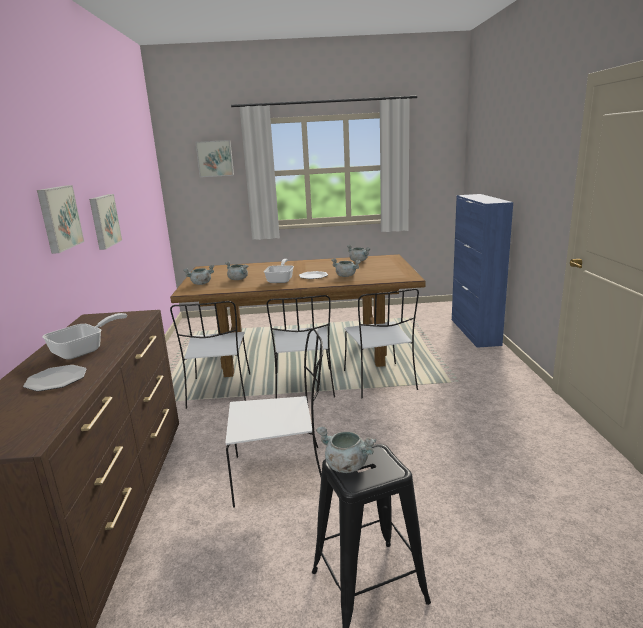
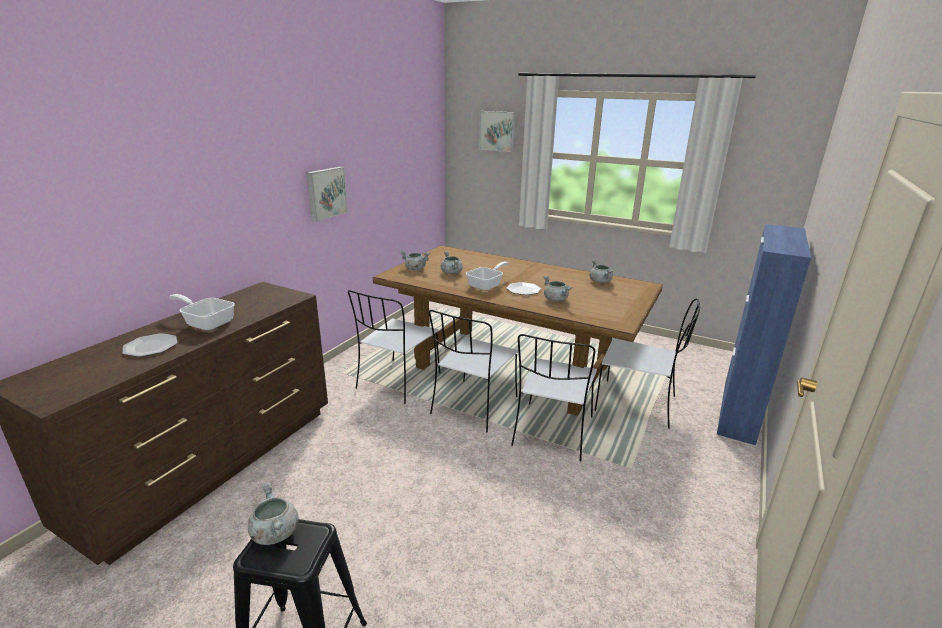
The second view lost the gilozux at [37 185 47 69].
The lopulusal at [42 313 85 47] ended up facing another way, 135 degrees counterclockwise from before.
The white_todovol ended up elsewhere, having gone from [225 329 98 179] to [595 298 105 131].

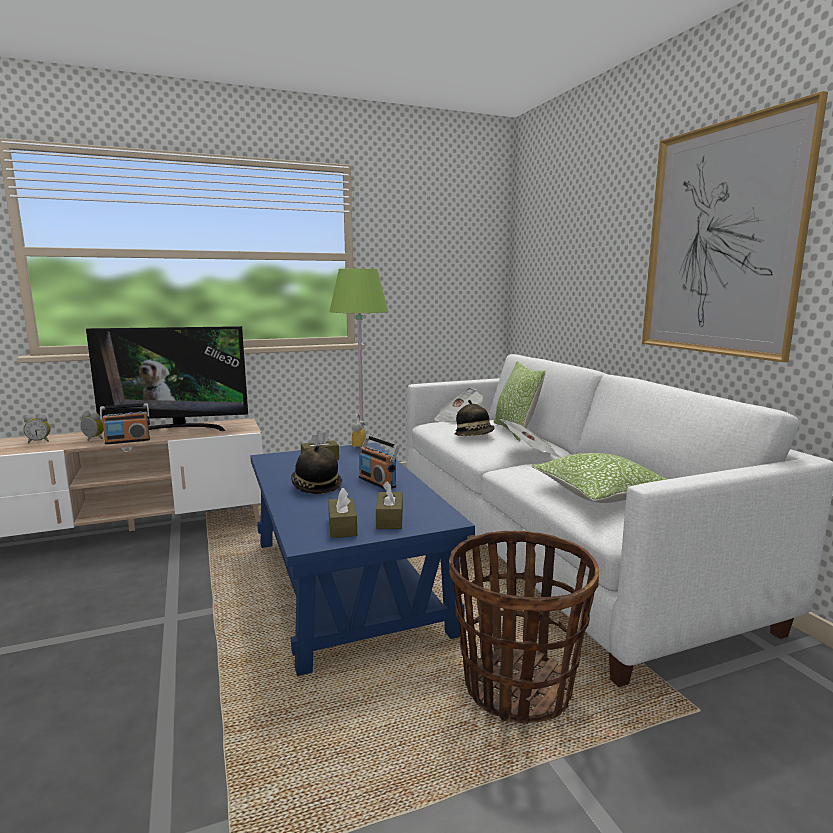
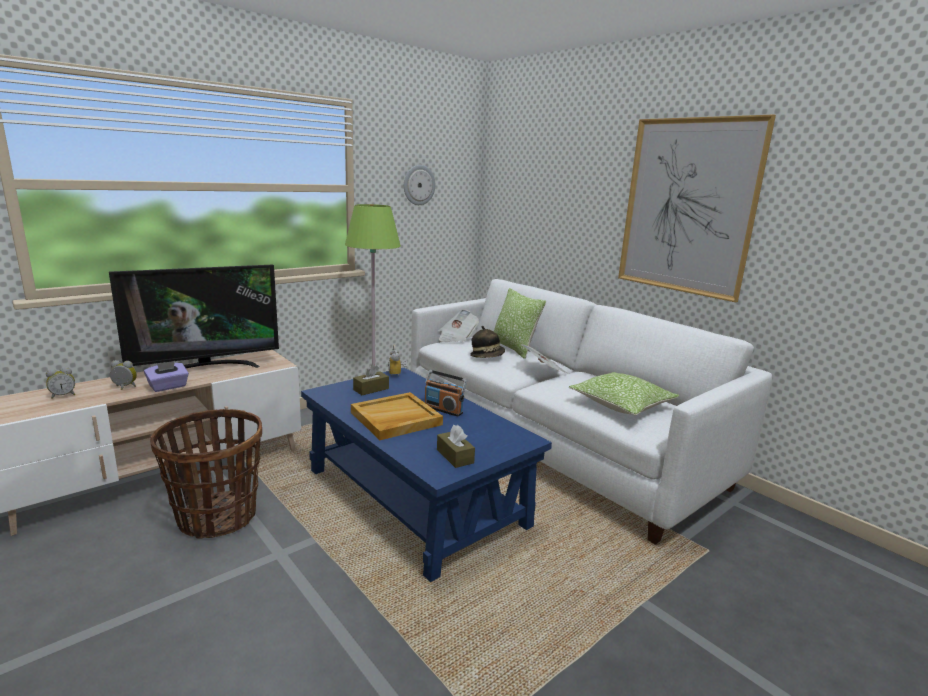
Where the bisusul stood at [100 403 50 42], the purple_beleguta came to stand at [144 361 45 31].
Where the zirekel stood at [291 445 51 49], the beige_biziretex came to stand at [351 392 92 48].
The second view lost the brown_beleguta at [376 481 27 48].
The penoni ended up elsewhere, having gone from [449 531 150 193] to [150 409 112 129].
The second view gained the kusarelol at [404 165 31 40].

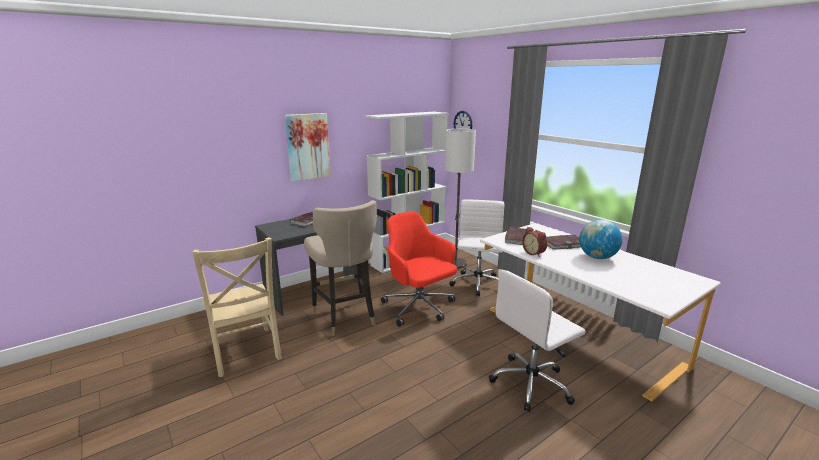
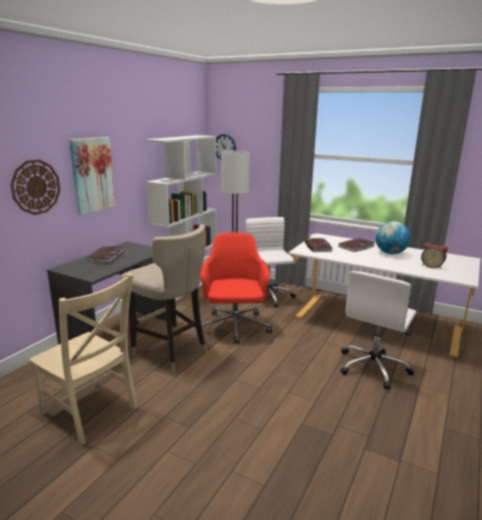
The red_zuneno at [381 212 76 115] ended up facing another way, 60 degrees clockwise from before.
The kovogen ended up elsewhere, having gone from [522 227 25 30] to [421 243 27 26].
The second view gained the kusarelol at [10 160 50 55].

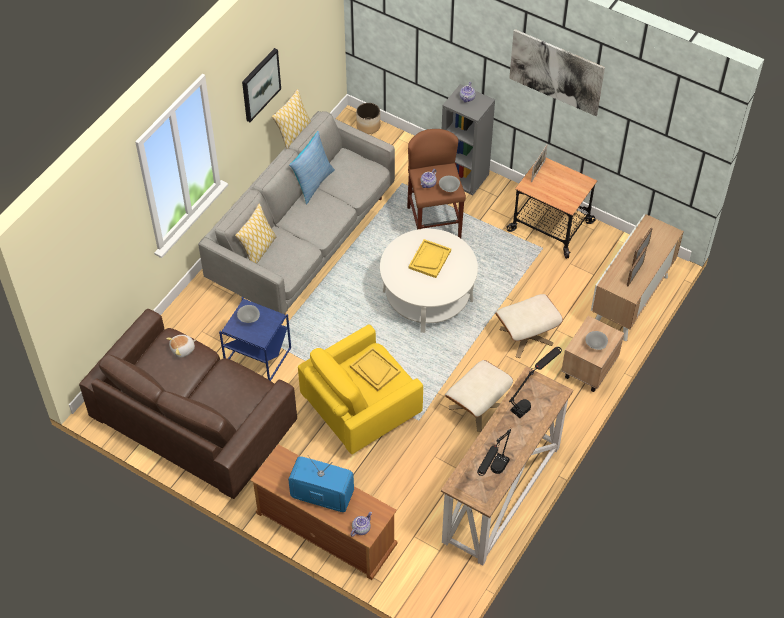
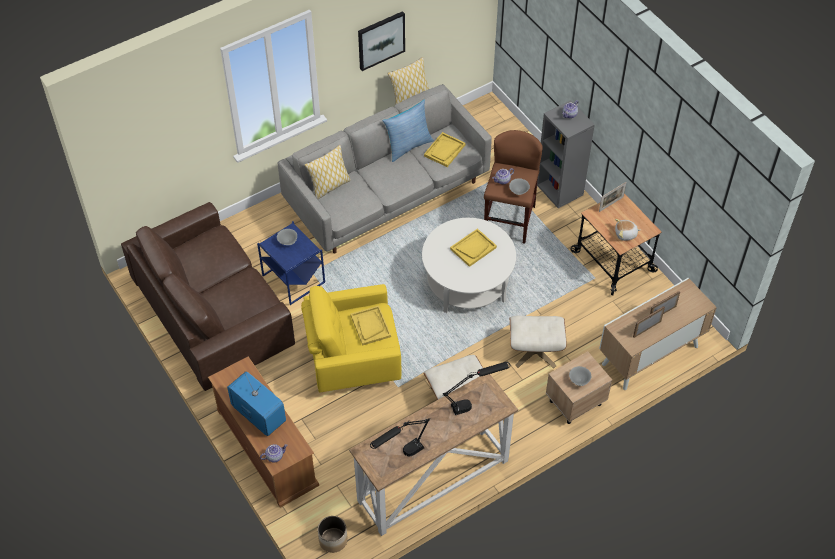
The second view lost the gilozux at [509 29 96 87].
The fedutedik ended up elsewhere, having gone from [356 103 24 31] to [318 516 30 37].
The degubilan ended up elsewhere, having gone from [166 335 30 23] to [615 219 25 22].
The second view gained the yellow_biziretex at [424 132 42 35].

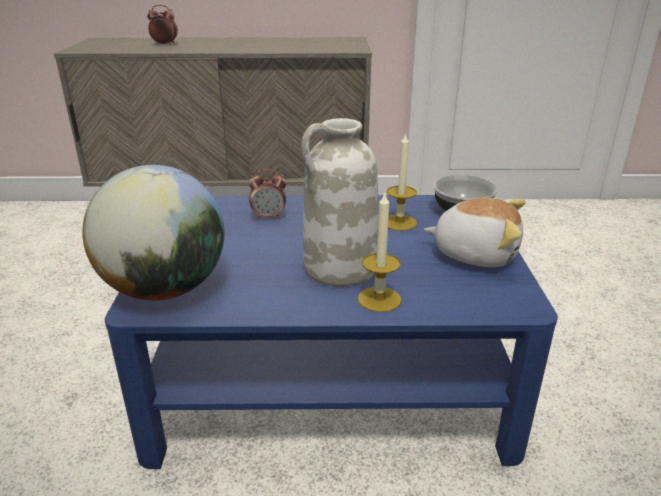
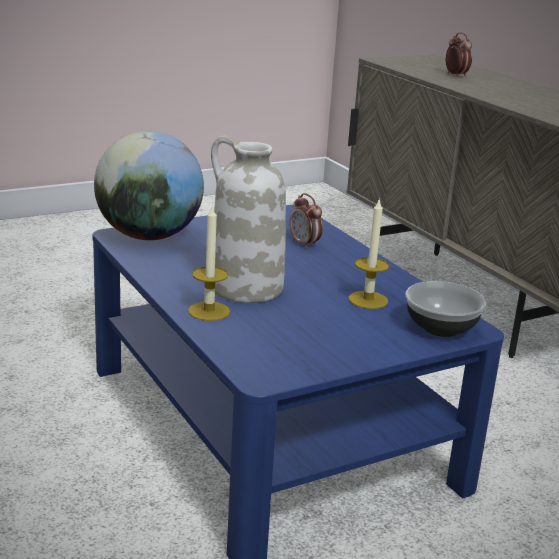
The second view lost the degubilan at [424 198 102 69].

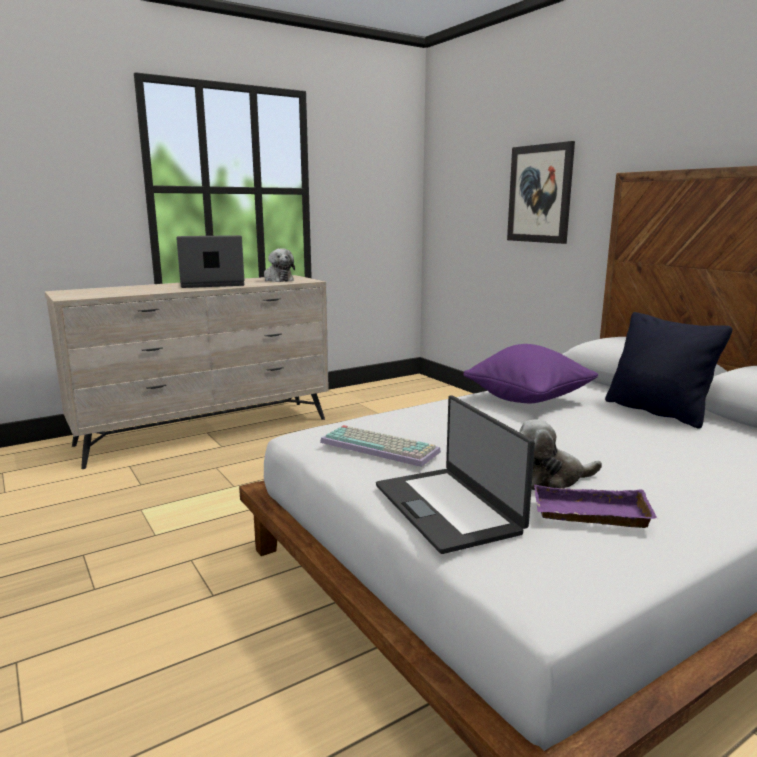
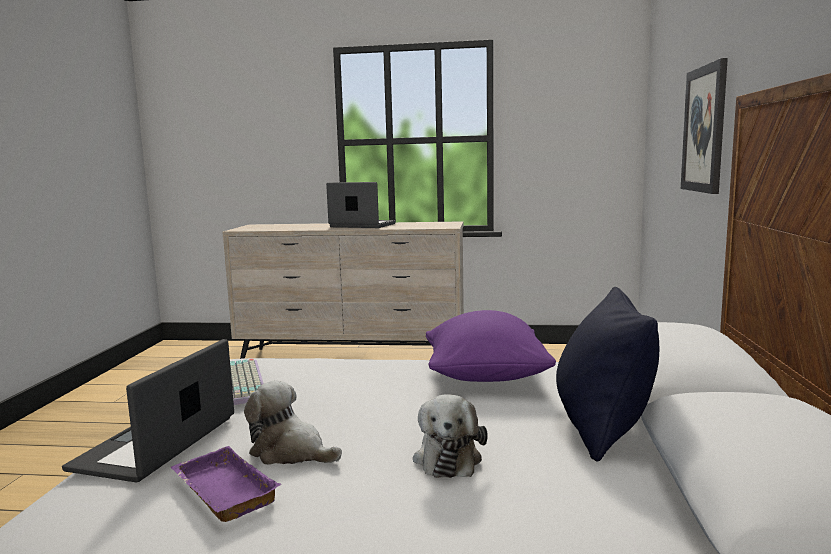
The degubilan ended up elsewhere, having gone from [264 248 31 34] to [413 394 75 84].

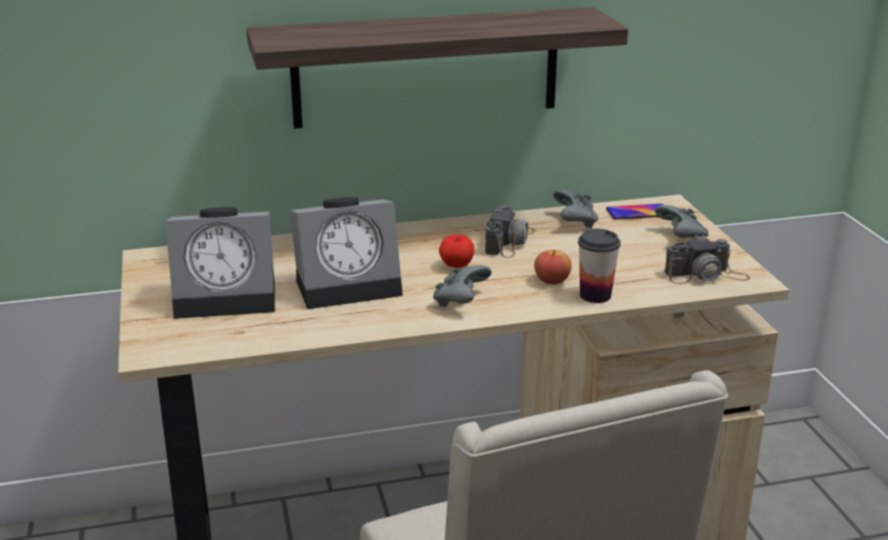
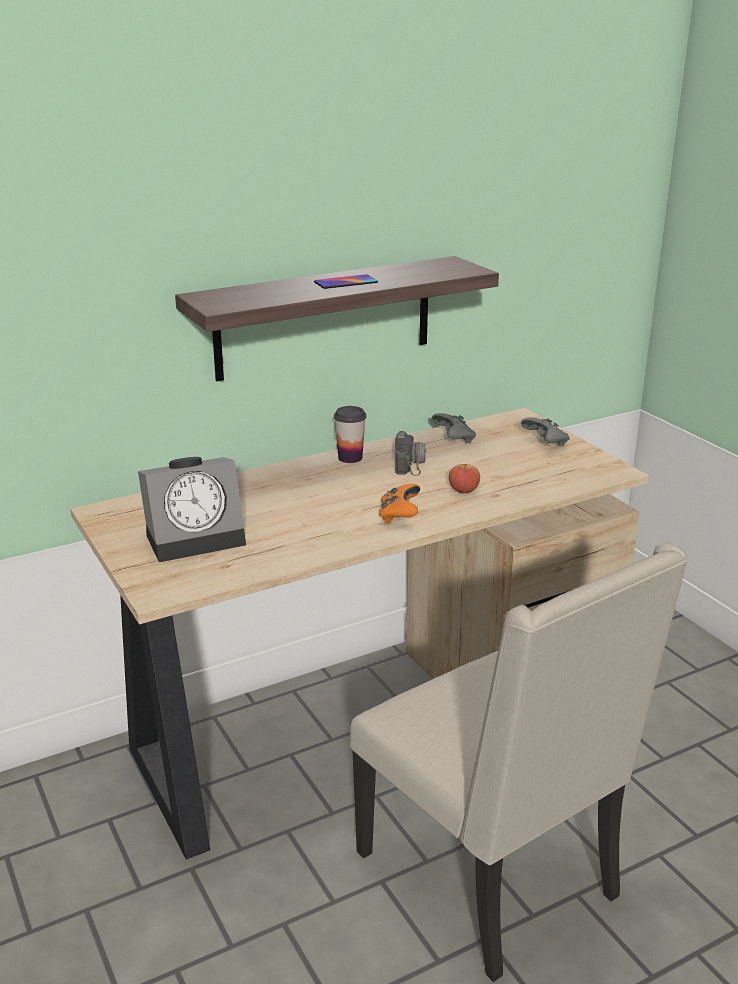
The second view lost the kovogen at [290 197 113 112].
The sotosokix ended up elsewhere, having gone from [606 204 57 16] to [314 274 64 15].
The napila ended up elsewhere, having gone from [578 229 43 74] to [334 406 32 57].
The second view lost the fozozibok at [439 234 35 34].
The second view lost the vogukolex at [665 234 85 50].
What was the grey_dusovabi at [433 265 59 42] turned into the orange_dusovabi at [379 484 41 39].

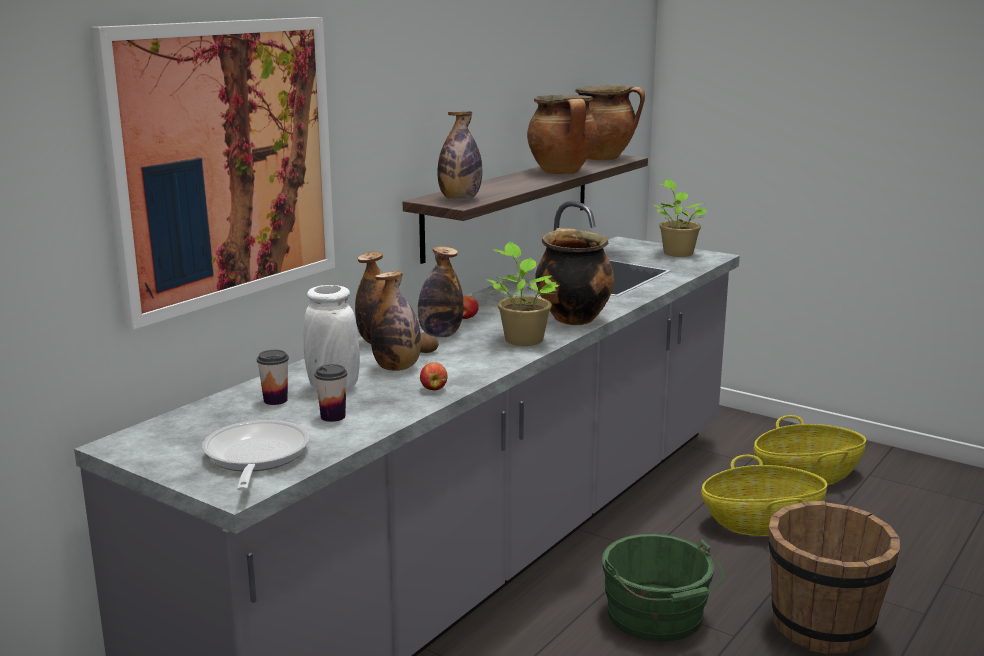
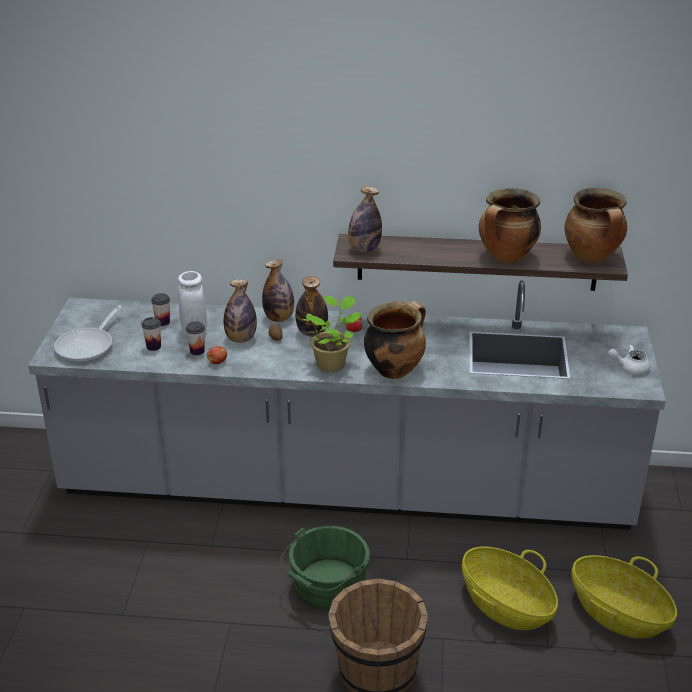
The second view lost the gilozux at [89 17 246 313].
Where the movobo stood at [653 179 54 78], the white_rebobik came to stand at [608 344 42 31].
The lopulusal at [202 420 107 71] ended up facing another way, 150 degrees clockwise from before.
The second view gained the napila at [186 321 19 34].

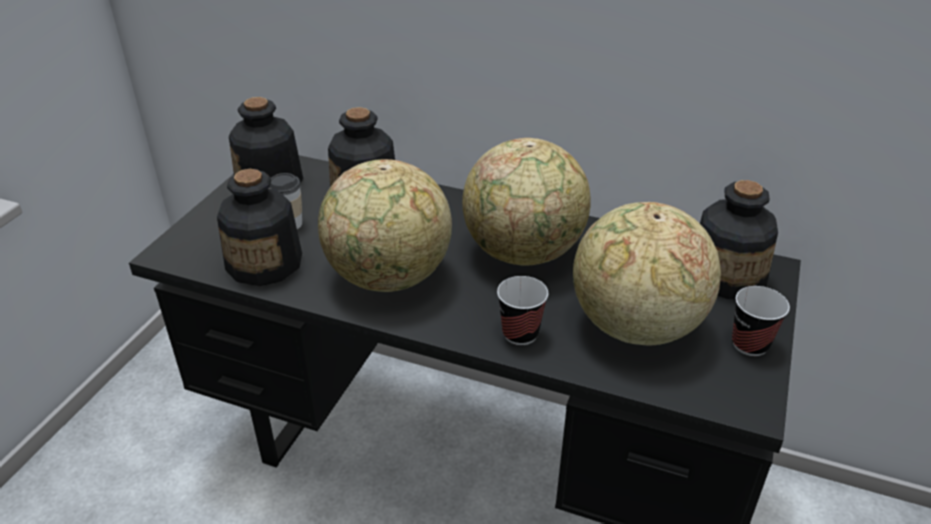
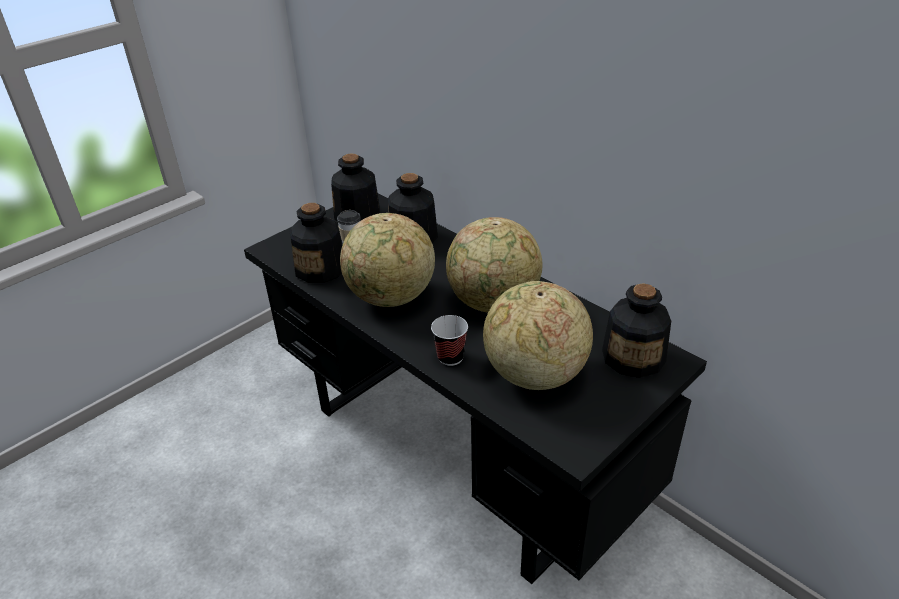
The second view lost the napila at [732 286 58 70].

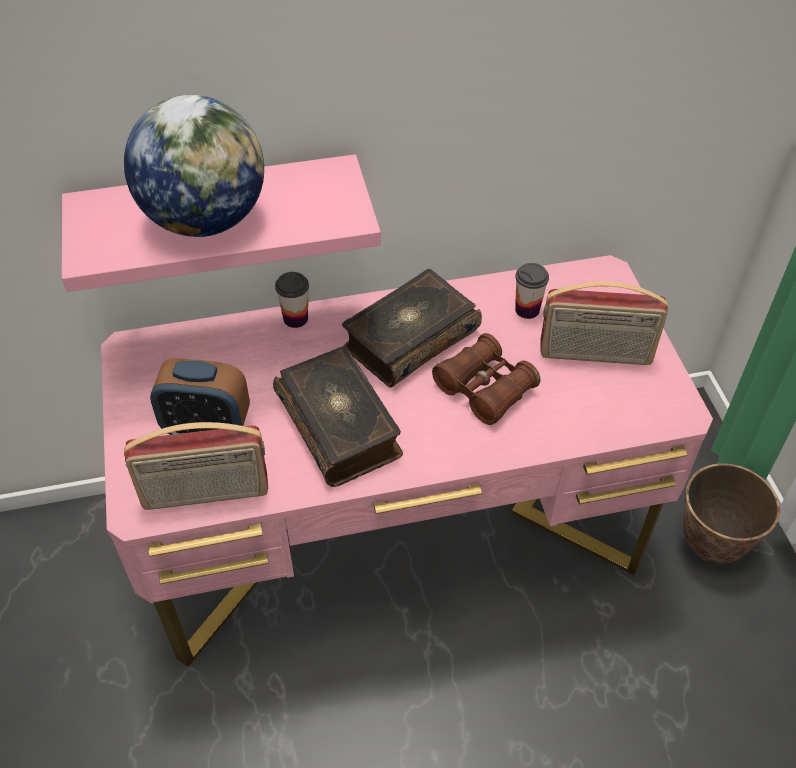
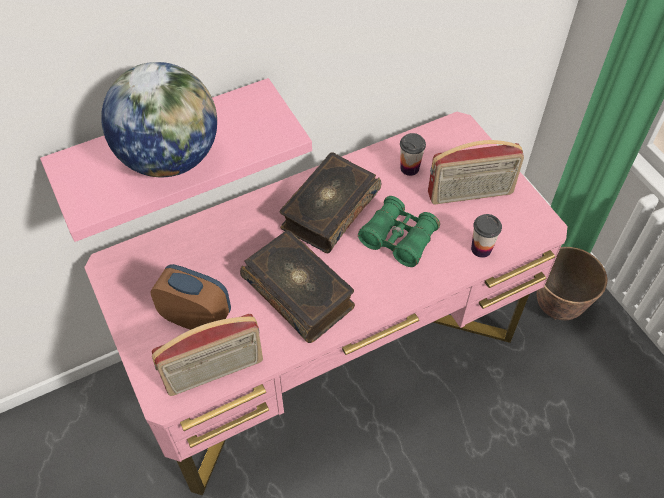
The napila ended up elsewhere, having gone from [275 272 34 56] to [471 214 31 44].
What was the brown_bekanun at [432 333 109 92] turned into the green_bekanun at [358 196 82 71].
The kovogen at [150 358 100 77] ended up facing another way, 150 degrees counterclockwise from before.

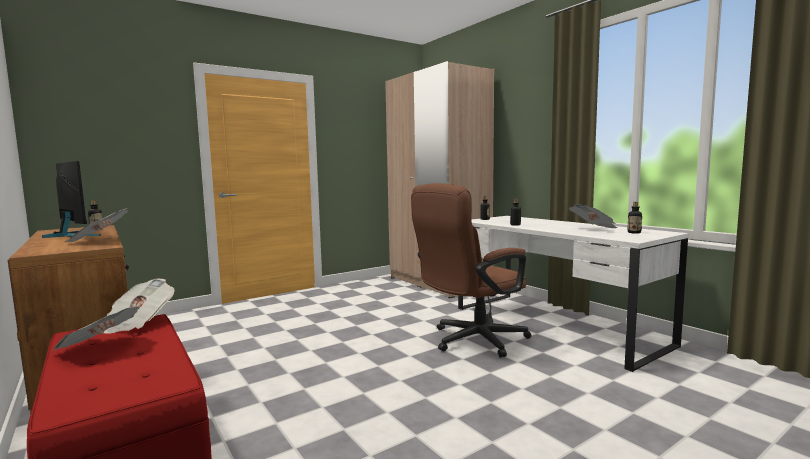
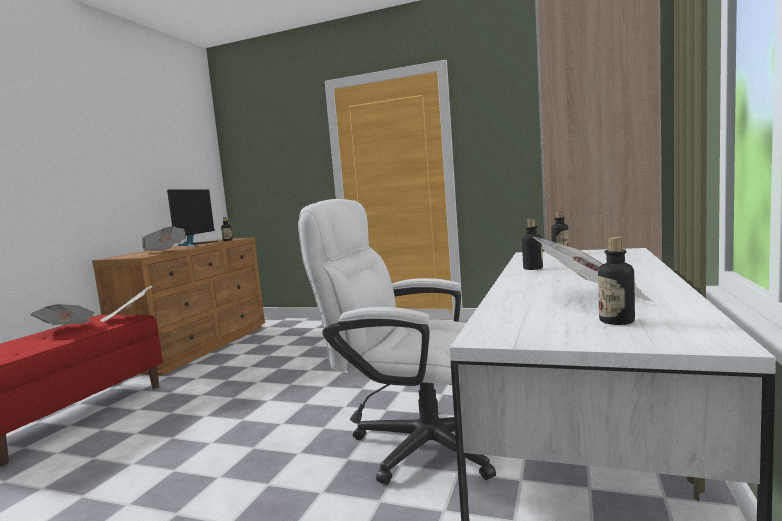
What was the brown_zuneno at [411 183 121 175] turned into the white_zuneno at [298 199 198 286].

